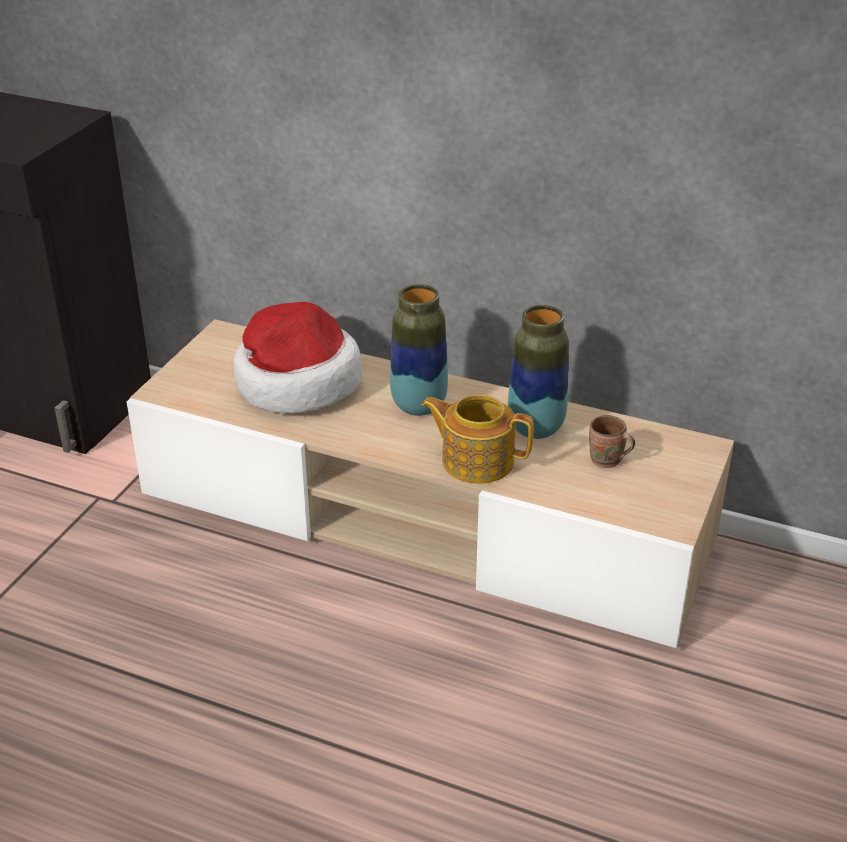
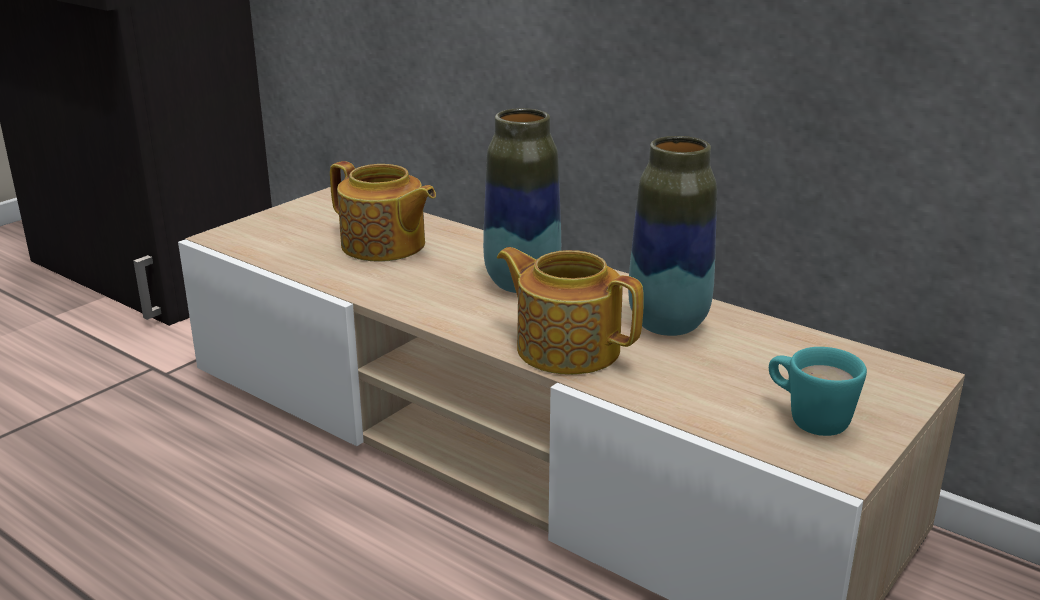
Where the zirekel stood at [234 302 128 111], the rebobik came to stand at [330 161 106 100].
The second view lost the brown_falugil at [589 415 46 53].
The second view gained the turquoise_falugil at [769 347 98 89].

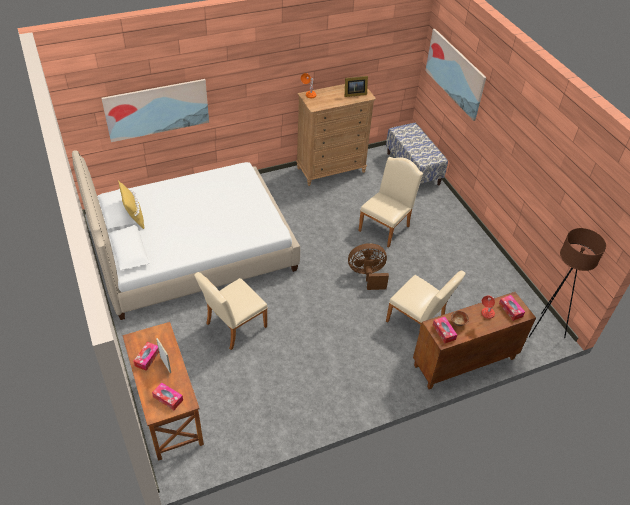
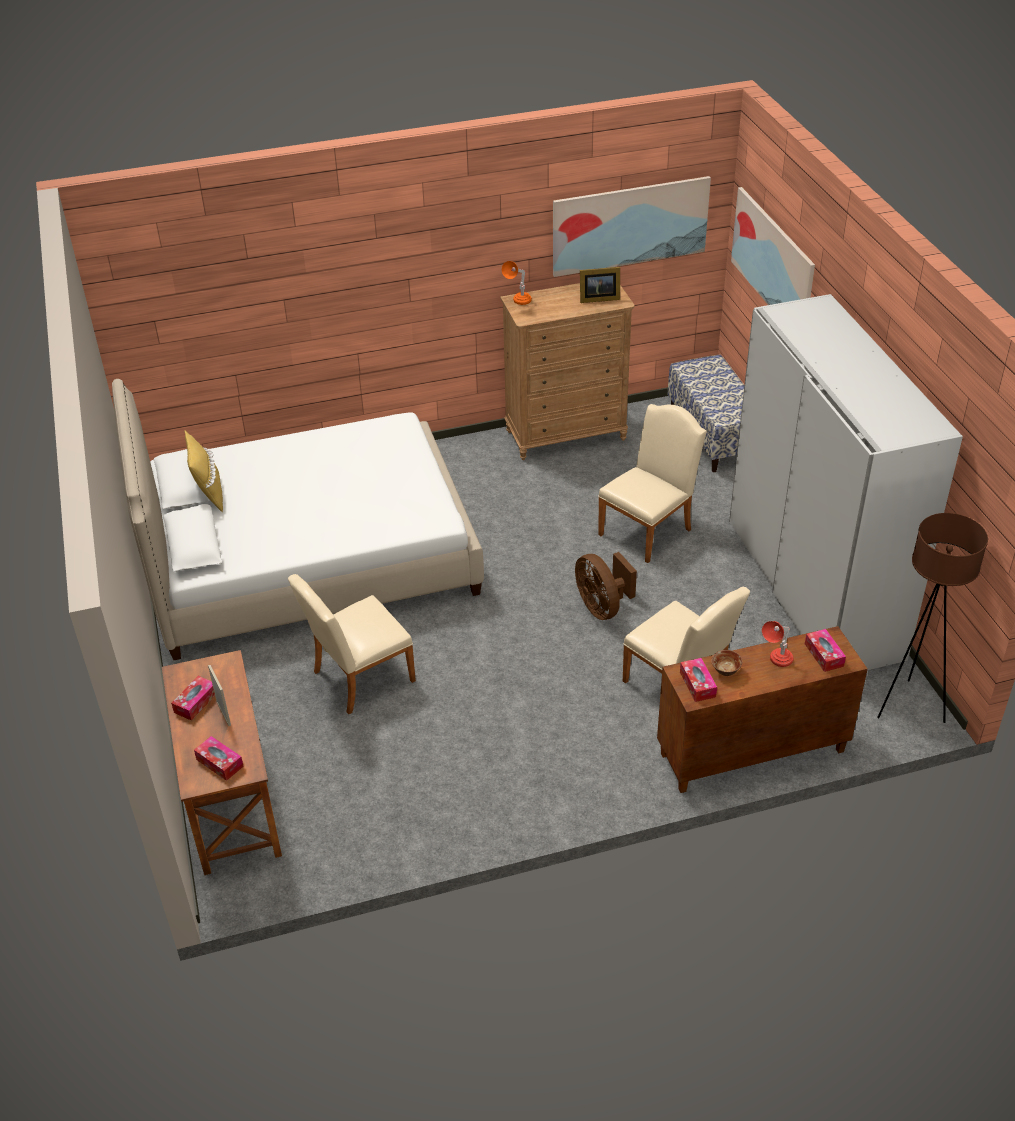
The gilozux ended up elsewhere, having gone from [101 79 108 63] to [553 176 158 101].
The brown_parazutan at [348 243 41 47] ended up facing another way, 120 degrees counterclockwise from before.
The second view gained the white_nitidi at [729 294 234 376].

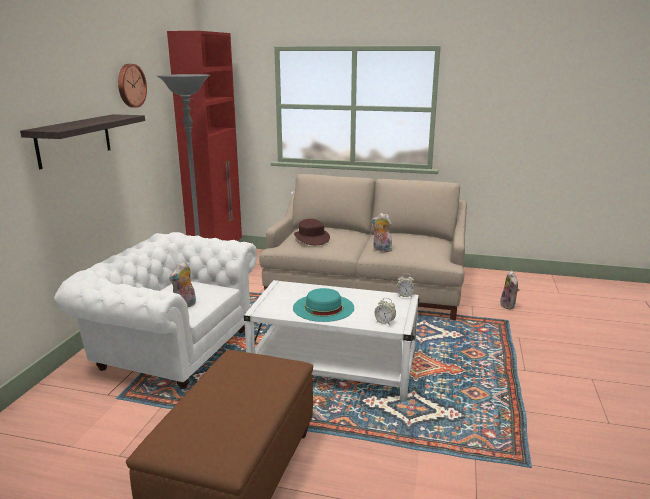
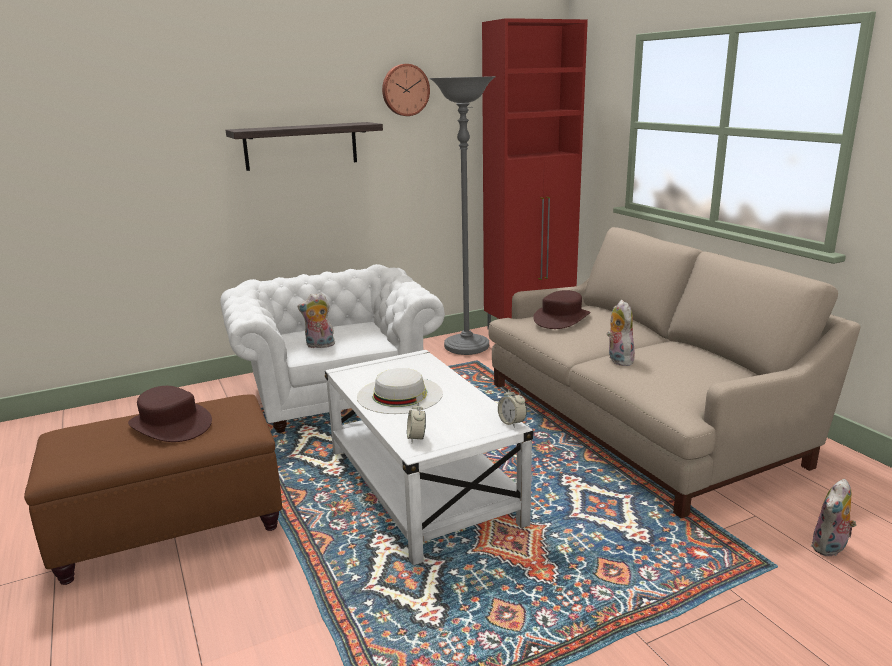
What was the turquoise_zirekel at [293 288 61 34] turned into the white_zirekel at [357 368 86 46].
The second view gained the brown_zirekel at [128 386 84 56].

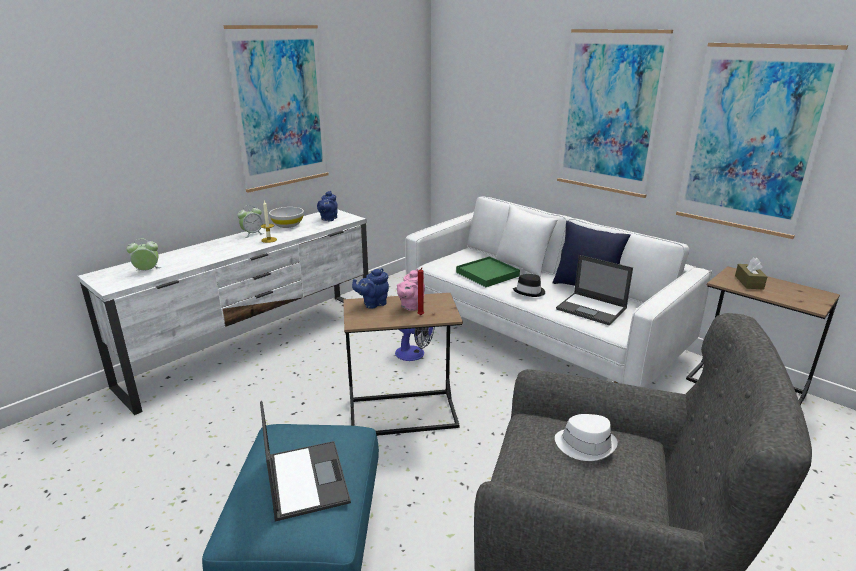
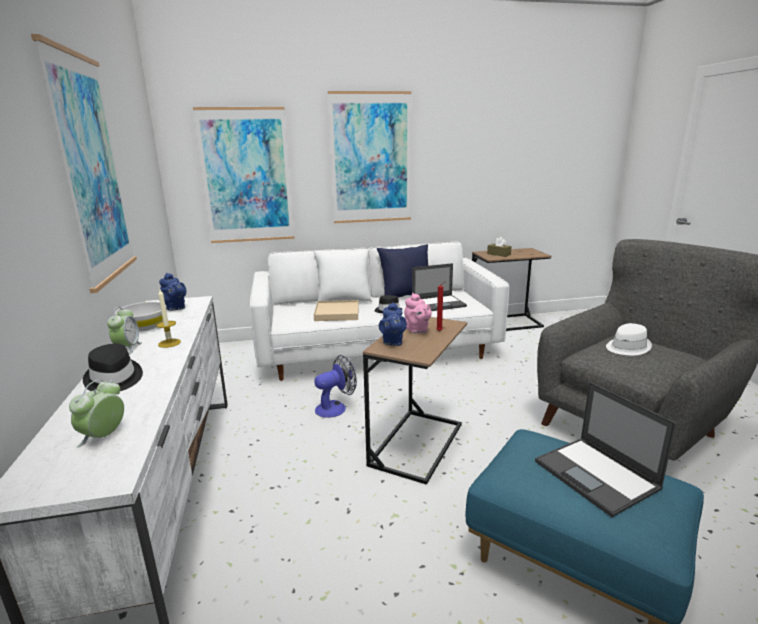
The gilozux ended up elsewhere, having gone from [676 43 172 196] to [193 107 101 136].
What was the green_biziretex at [456 256 64 31] turned into the beige_biziretex at [314 300 45 21].
The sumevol at [260 401 91 121] ended up facing another way, 135 degrees counterclockwise from before.
The second view gained the black_zirekel at [83 343 60 48].

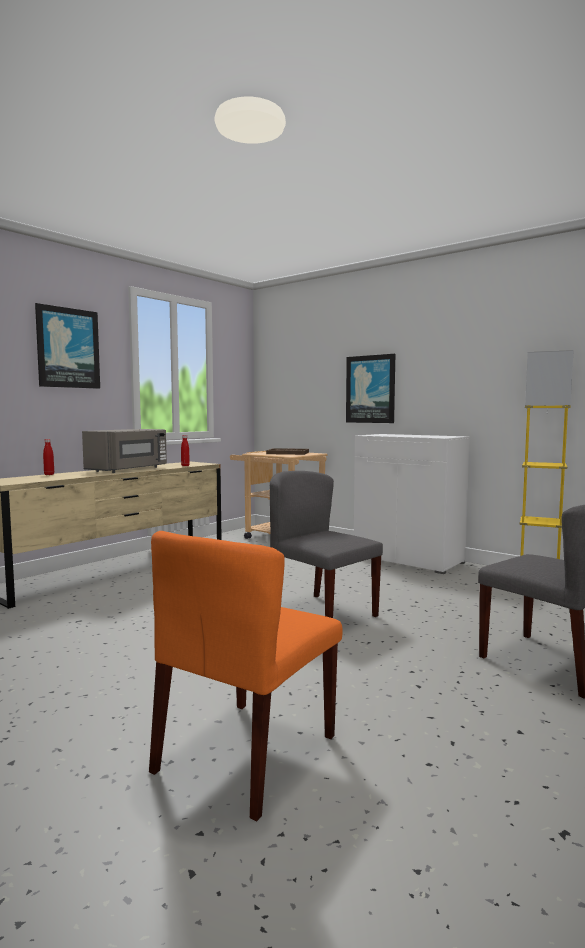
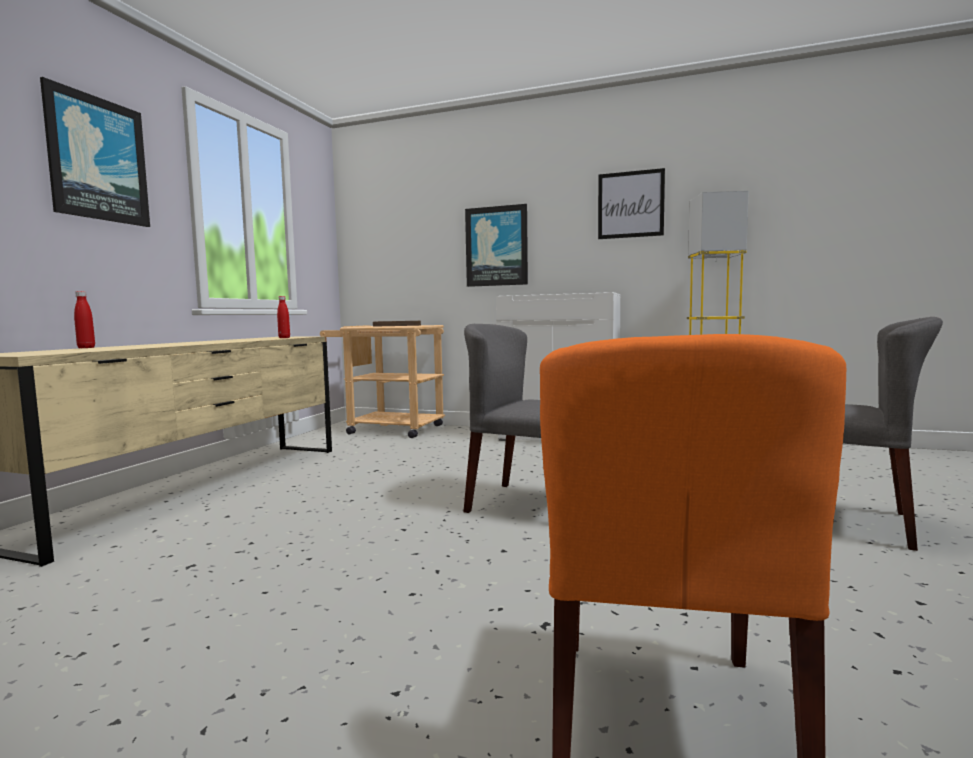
The second view lost the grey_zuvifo at [82 429 85 44].
The second view gained the gilozux at [598 168 67 71].

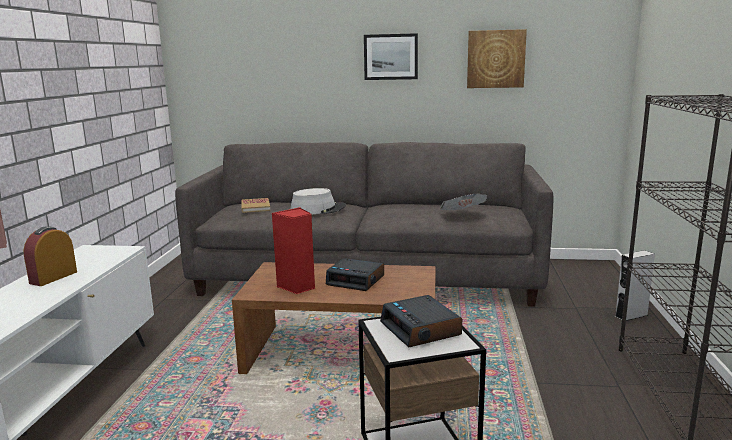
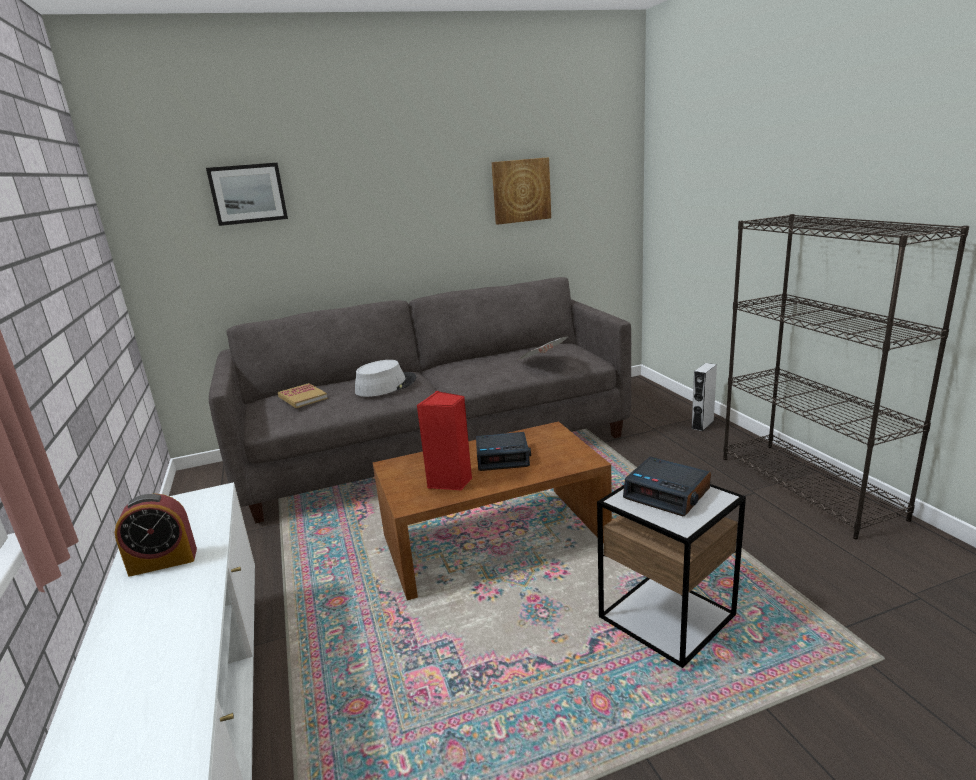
The gilozux ended up elsewhere, having gone from [364 33 54 47] to [206 162 82 64].
The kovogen at [23 226 54 60] ended up facing another way, 105 degrees counterclockwise from before.

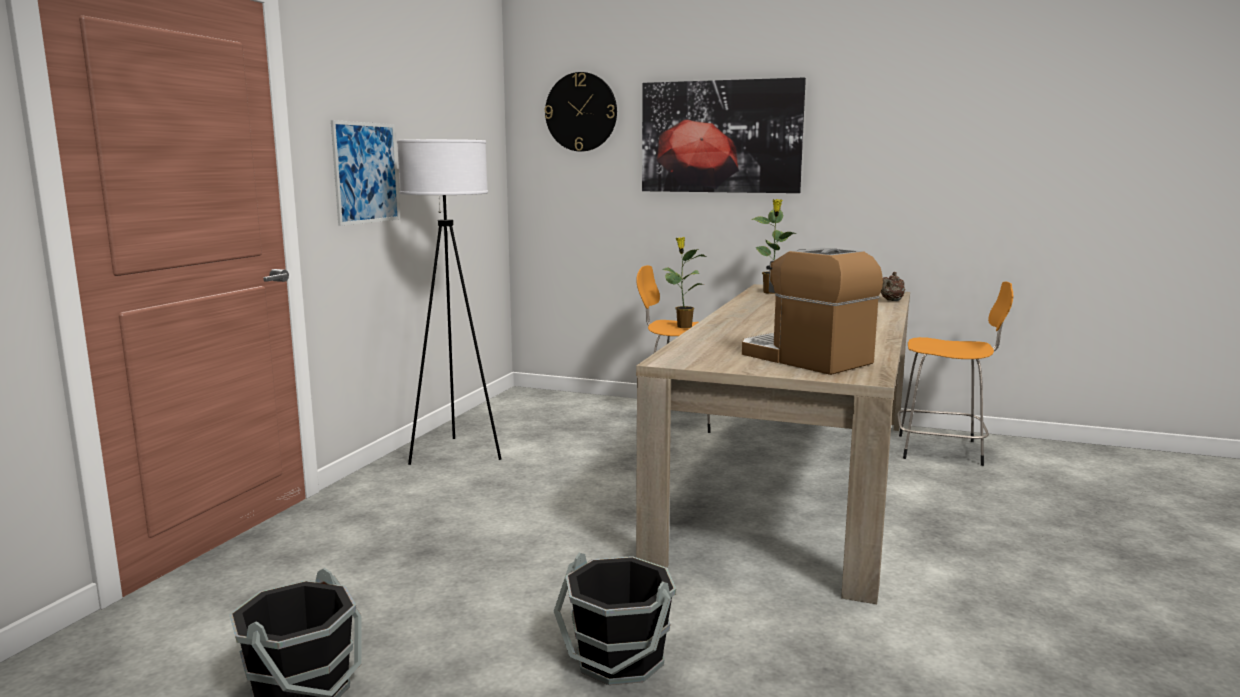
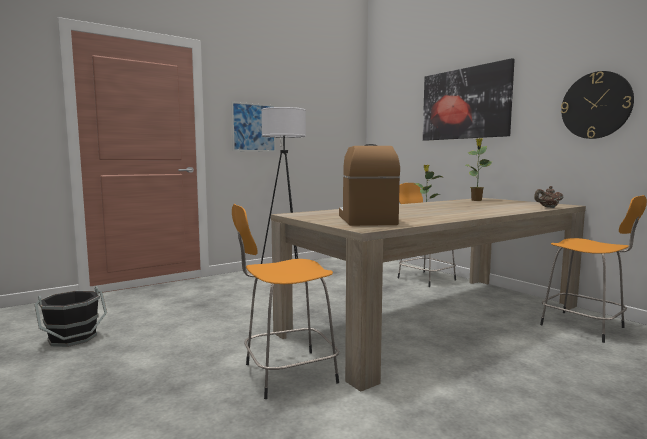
The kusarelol ended up elsewhere, having gone from [545 72 72 80] to [561 71 73 68].
The second view lost the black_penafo at [554 553 122 132].
The second view gained the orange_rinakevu at [232 204 107 195].

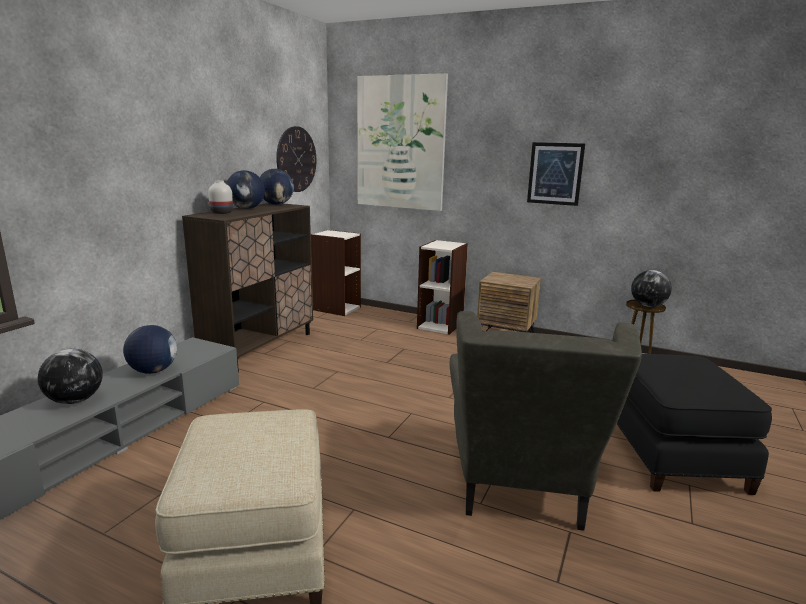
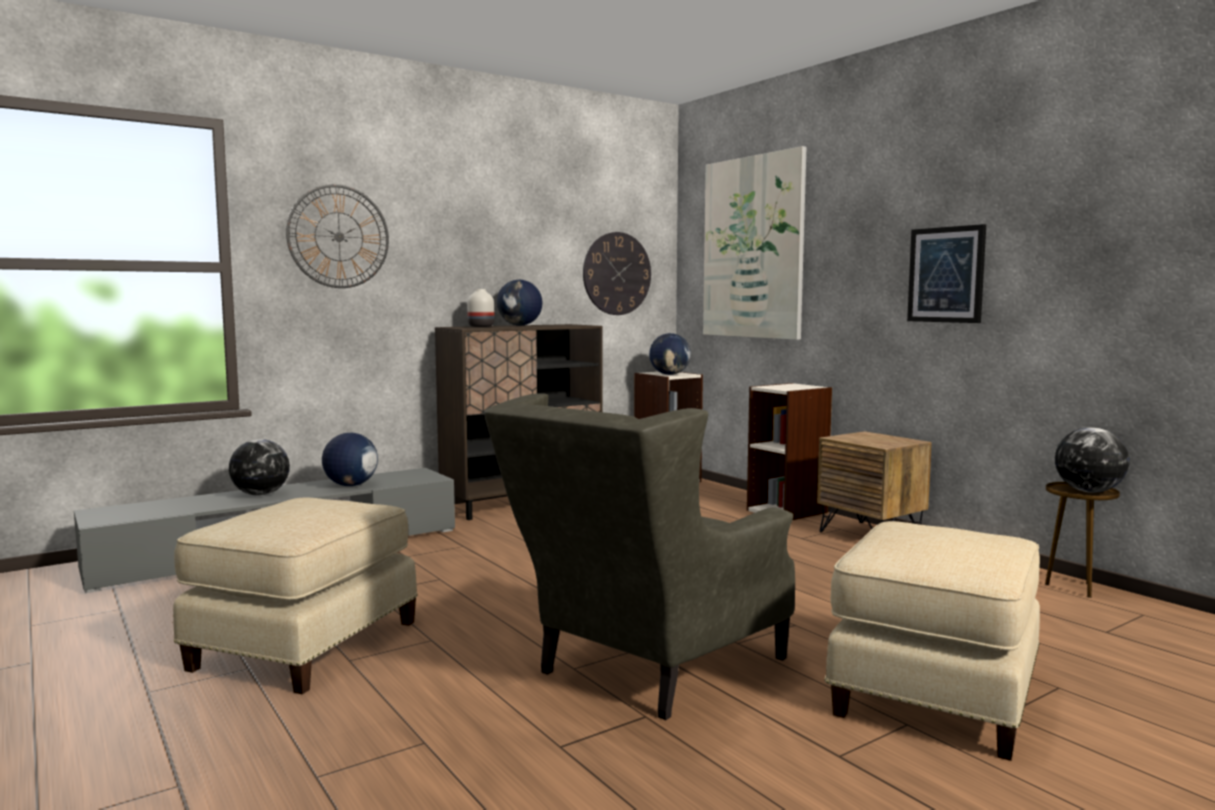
The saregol ended up elsewhere, having gone from [260 169 34 36] to [649 333 42 42].
What was the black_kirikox at [617 354 155 141] turned into the beige_kirikox at [824 521 216 240].
The second view gained the kusarelol at [286 184 103 104].

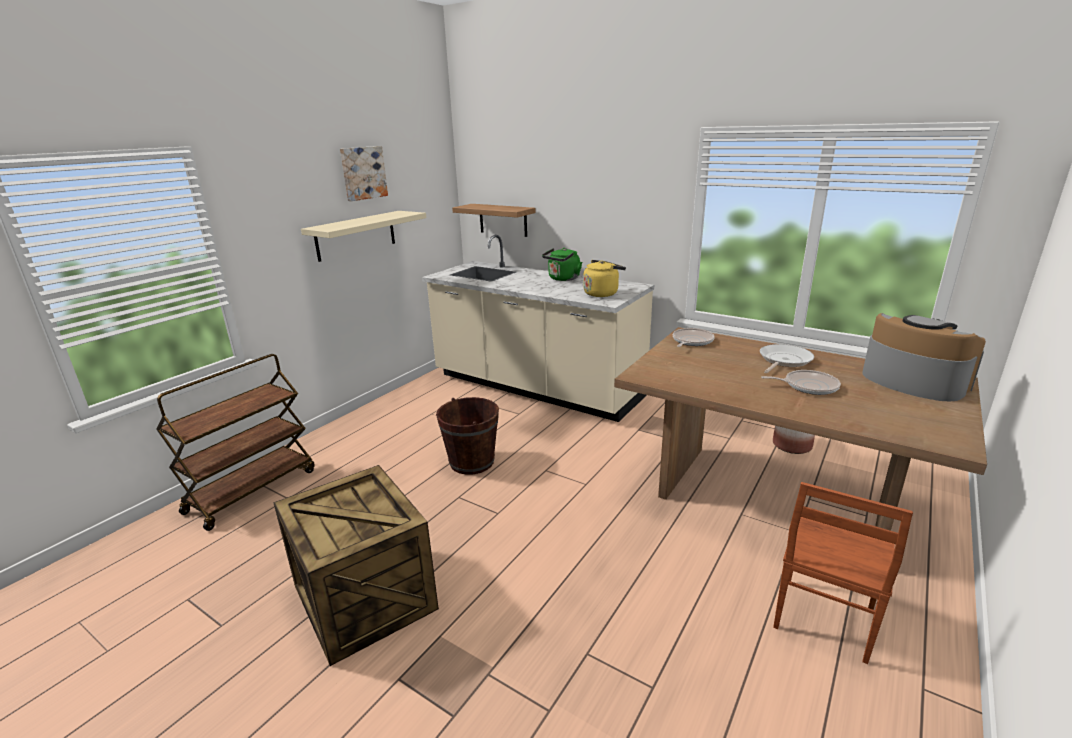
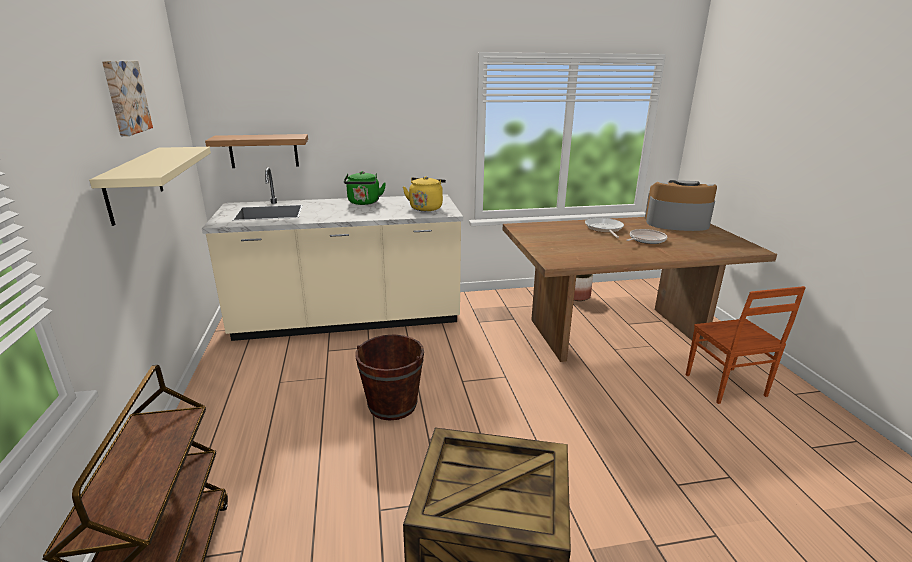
The second view lost the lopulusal at [673 328 42 19].

